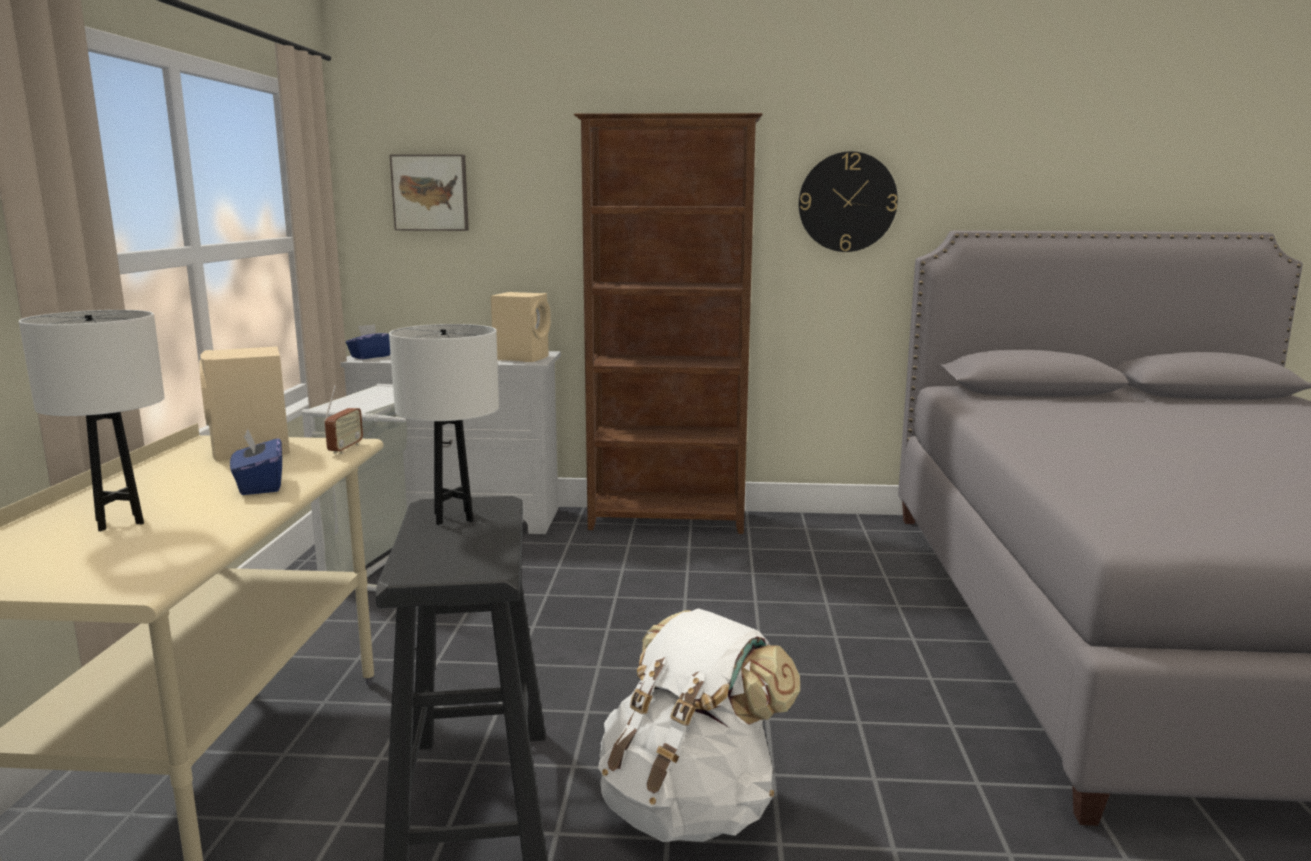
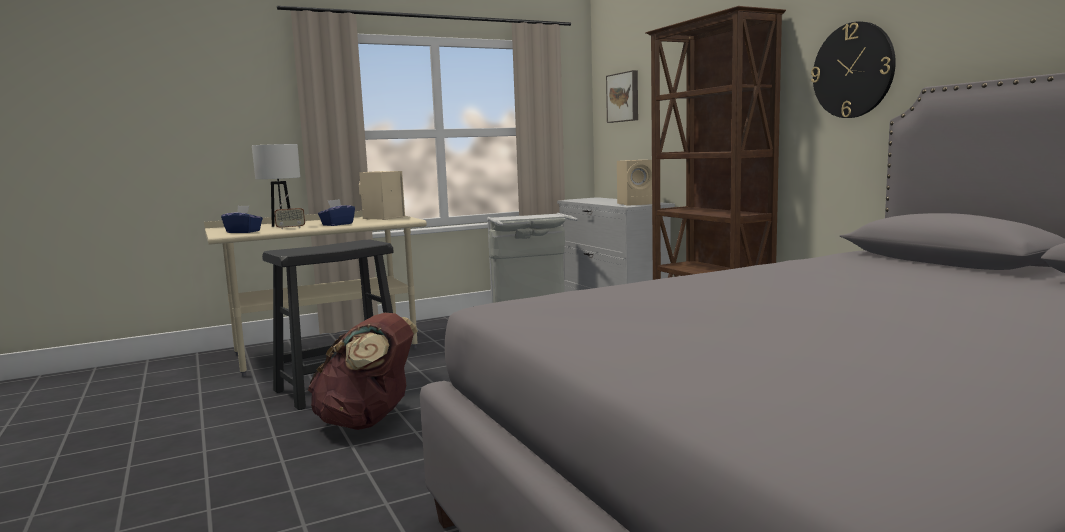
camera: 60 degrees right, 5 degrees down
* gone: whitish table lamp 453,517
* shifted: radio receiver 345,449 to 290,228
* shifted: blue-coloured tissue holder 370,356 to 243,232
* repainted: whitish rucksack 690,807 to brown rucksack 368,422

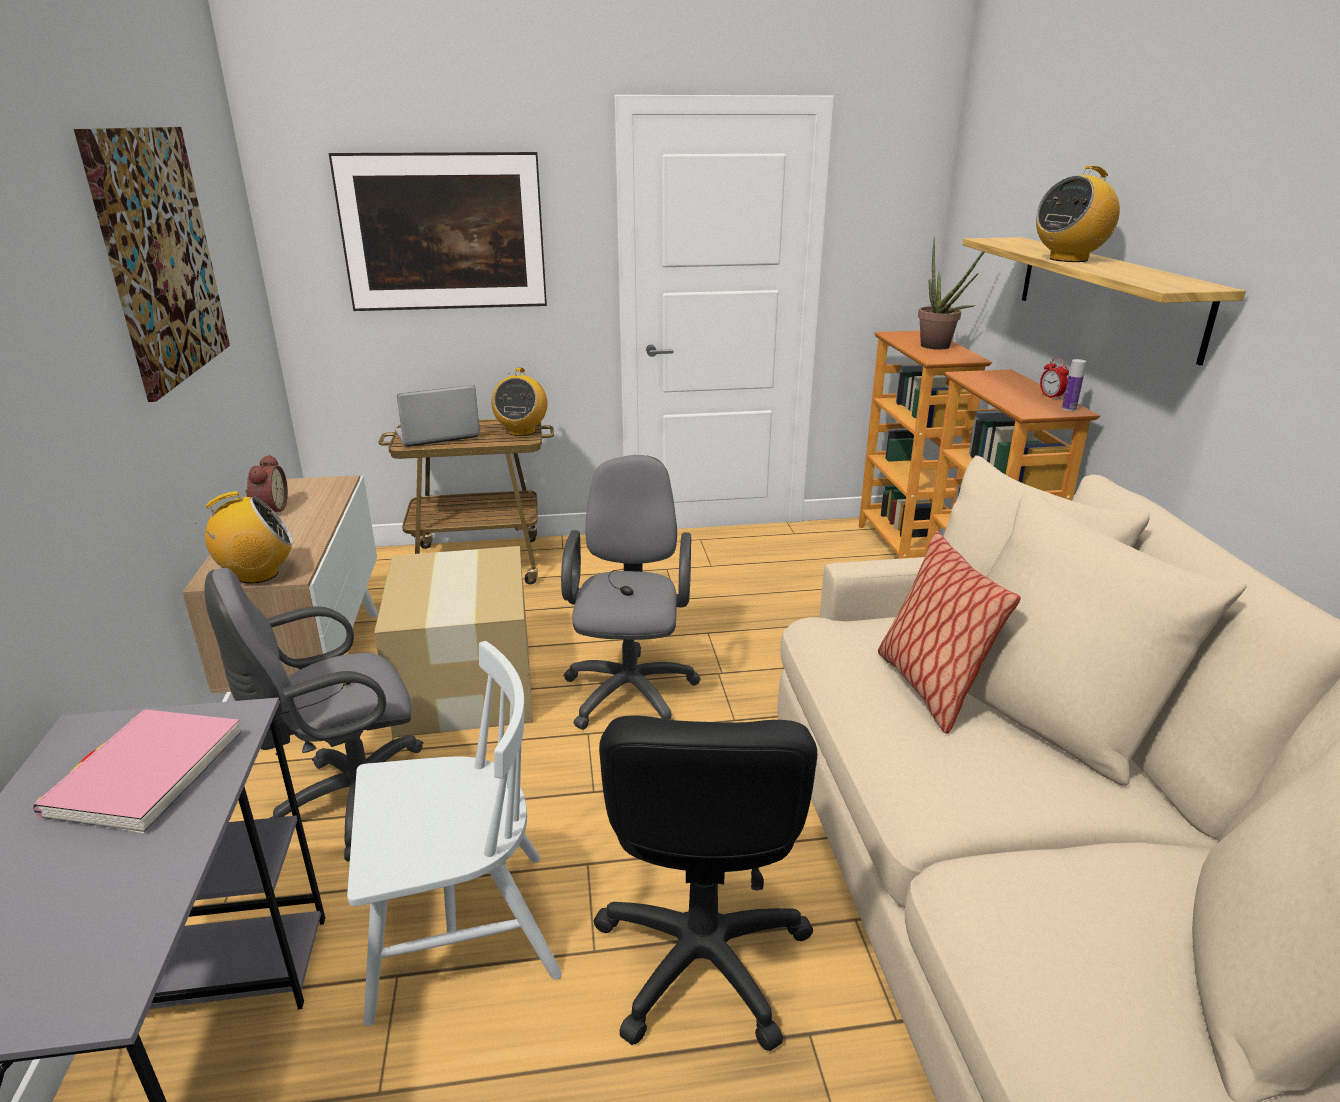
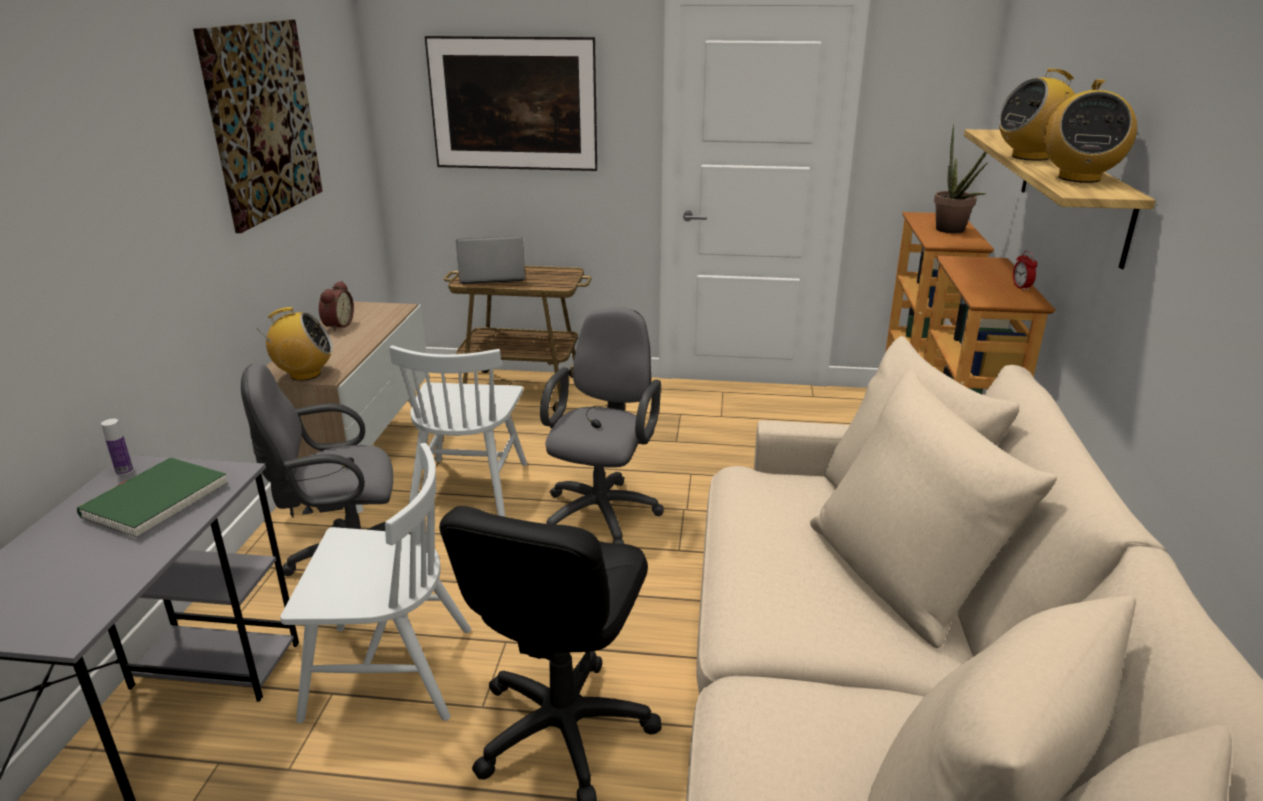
camera: 15 degrees right, 0 degrees up
* gone: pillow 929,687
* shifted: radio receiver 521,431 to 1078,178
* shifted: beverage bottle 1069,409 to 124,471
* swapped: carton 464,685 to whitish upright chair 469,488
* repainted: pink bound book 146,774 to greenish bound book 156,501

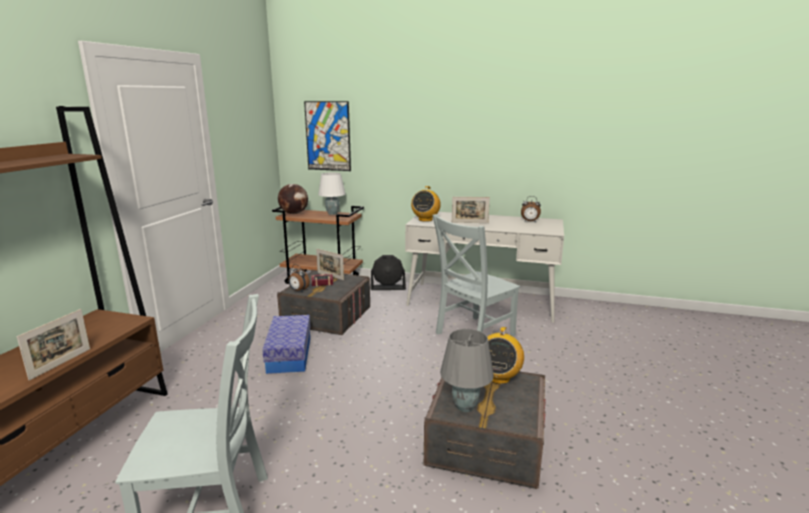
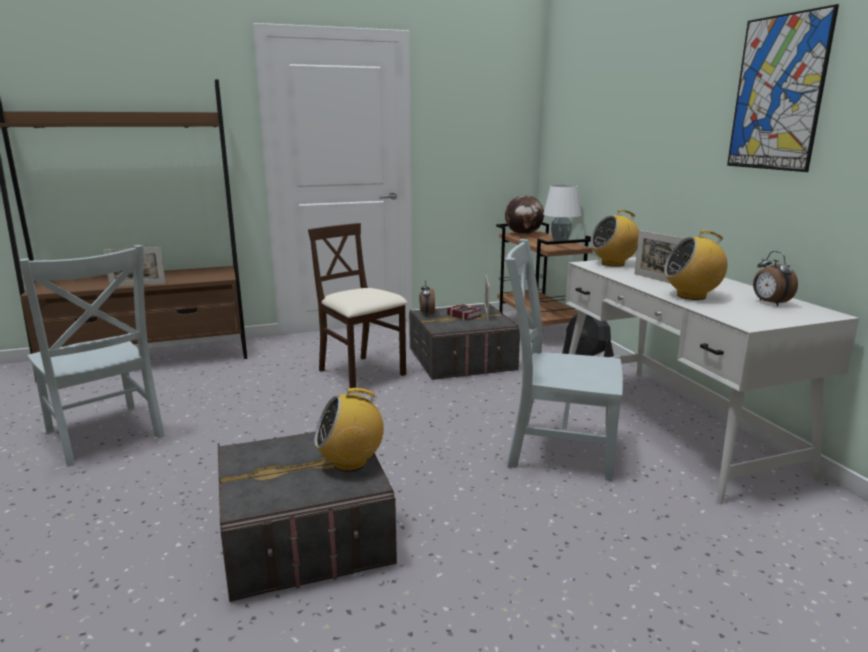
camera: 55 degrees right, 0 degrees up
* gone: grey table lamp 465,407
* new: radio receiver 691,296
* shifted: wall picture 328,136 to 778,93
* swapped: storage container 289,354 to beige upright chair 361,373

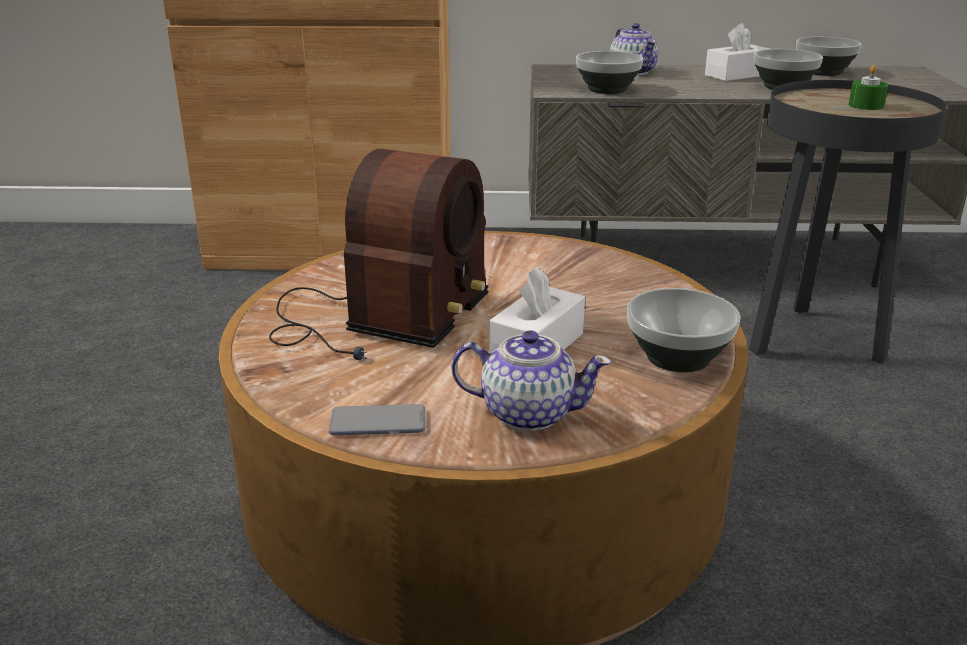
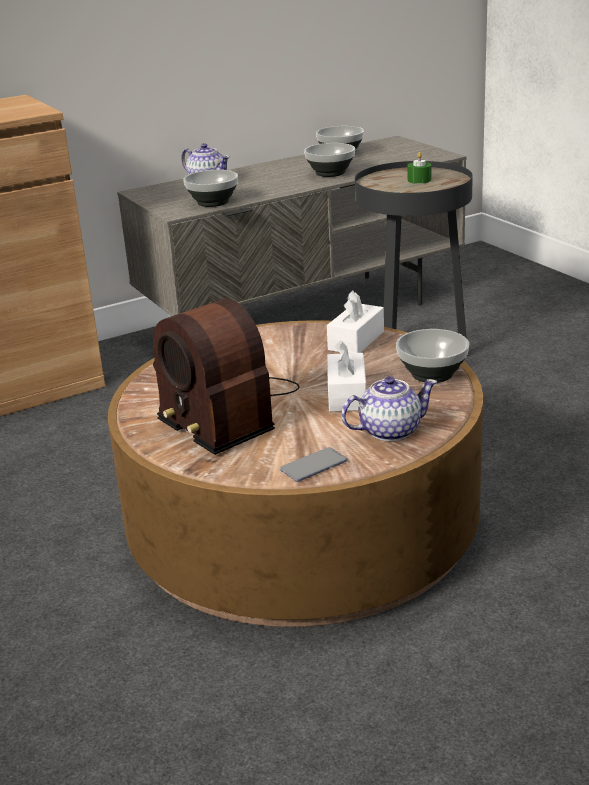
camera: 30 degrees left, 0 degrees up
* shifted: whitish tissue holder 736,75 to 356,341
* rotated: radio receiver 379,319 = 226,412 150 degrees clockwise

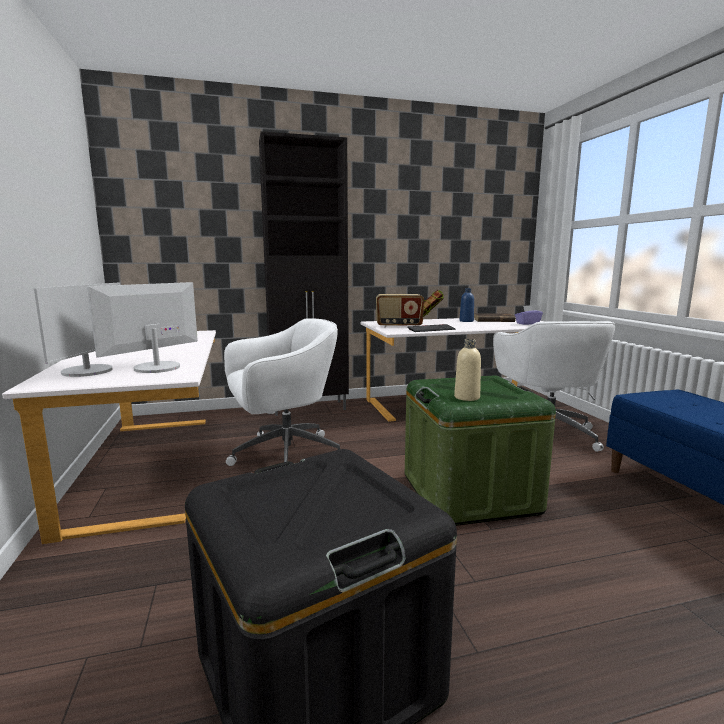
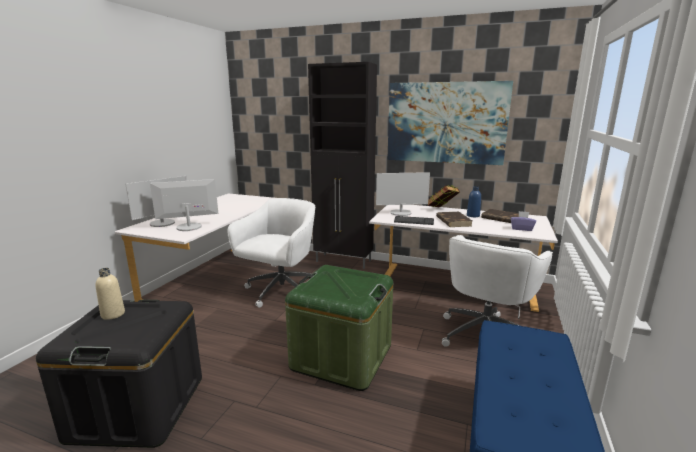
camera: 35 degrees right, 5 degrees up
* new: wall picture 445,123
* new: brown bound book 453,221
* shifted: beige beverage bottle 467,397 to 113,314
* swapped: radio receiver 399,326 to computer display 401,213
* rotated: whitish computer chair 283,455 = 280,291 75 degrees counterclockwise

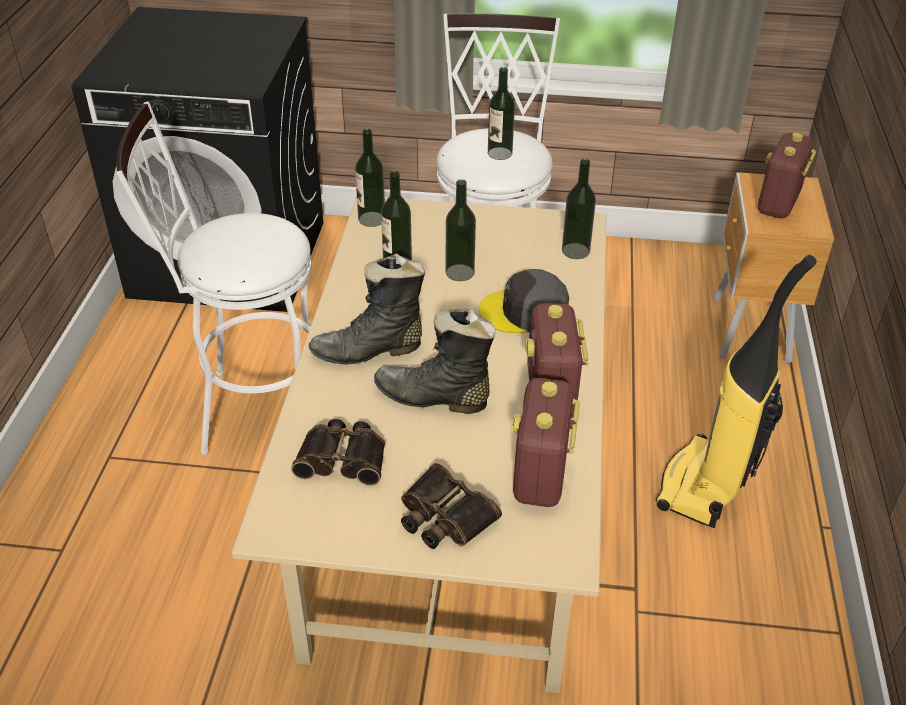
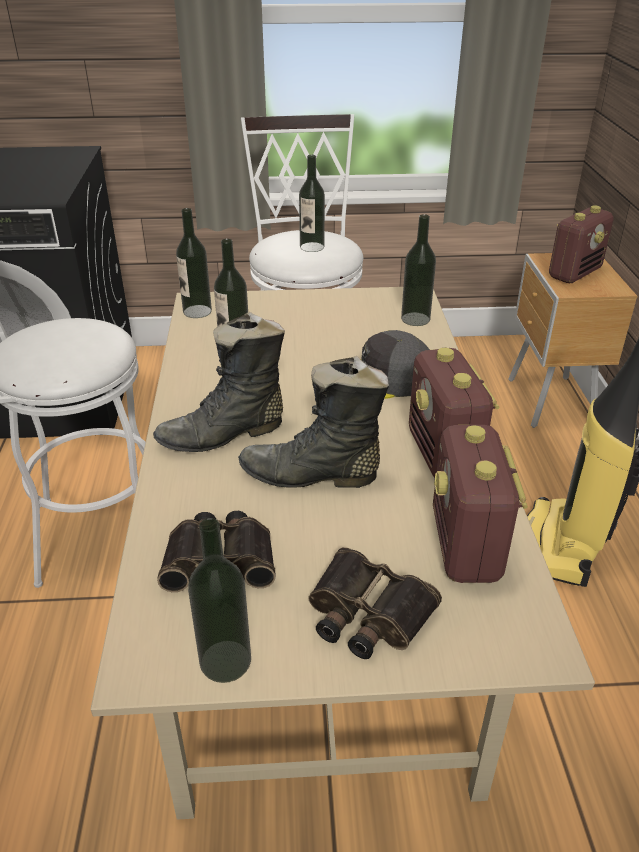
camera: 10 degrees left, 5 degrees down
* shifted: beverage bottle 460,272 to 225,661
* rotated: radio receiver 778,203 = 574,273 150 degrees counterclockwise

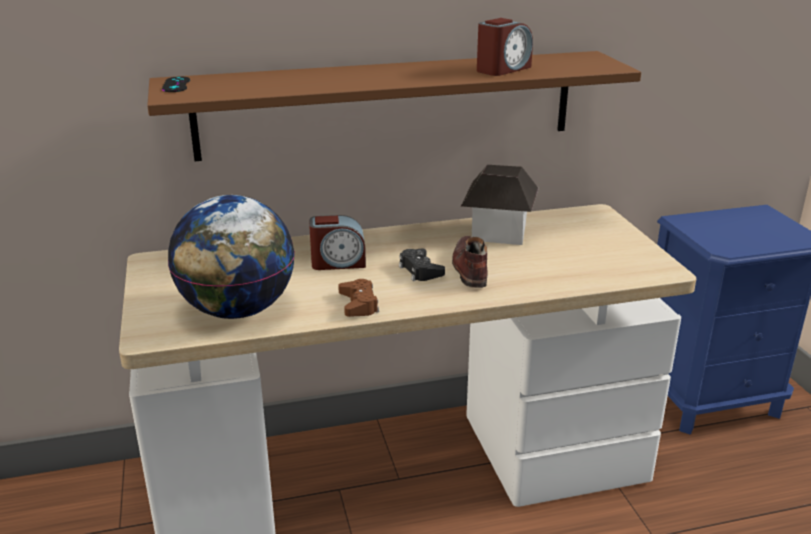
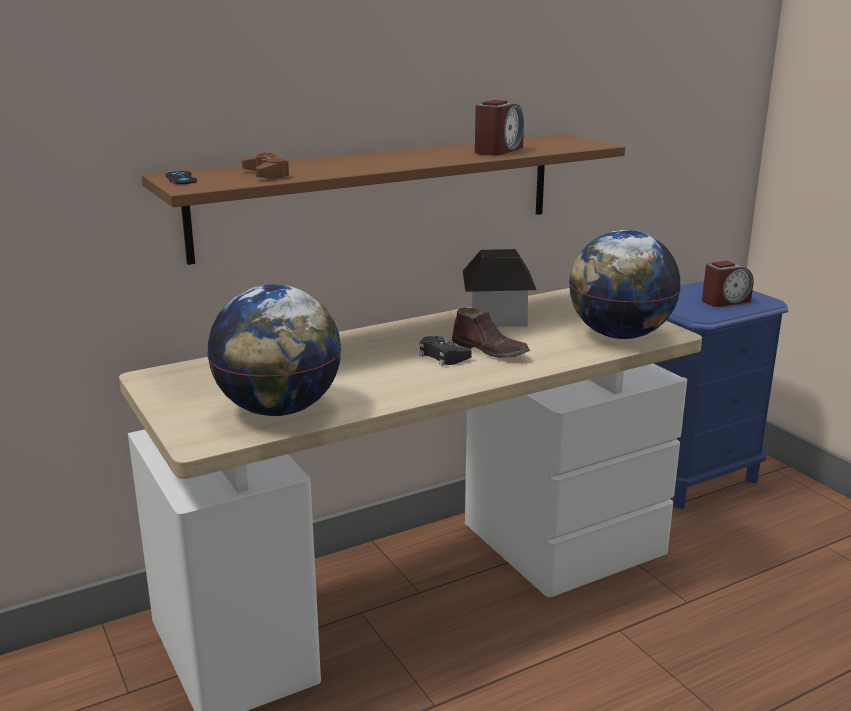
camera: 15 degrees left, 5 degrees down
* new: world globe 619,335
* shifted: bedside clock 338,263 to 725,301
* shifted: brown game controller 359,304 to 267,174
* rotated: brown low shoe 469,269 = 490,350 150 degrees clockwise

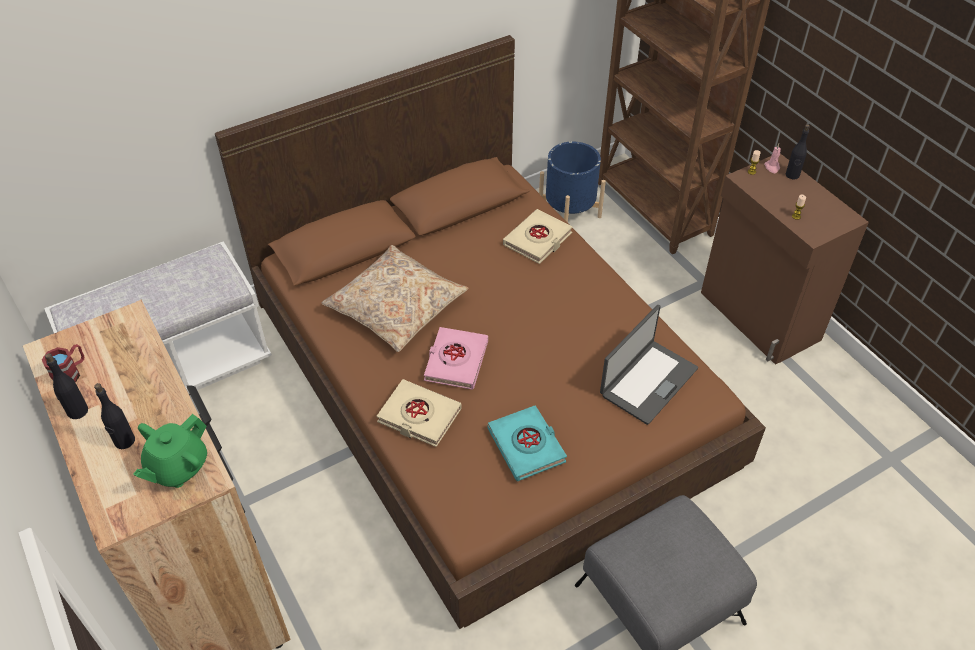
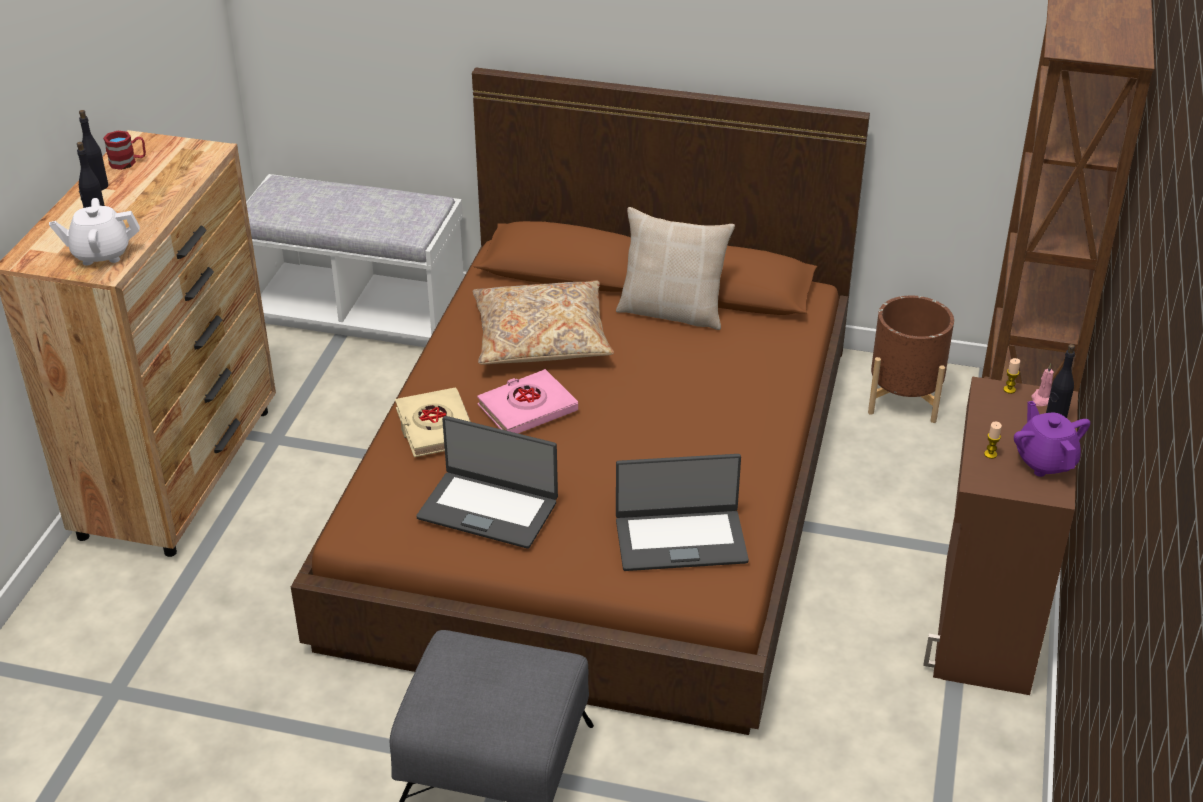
camera: 45 degrees right, 10 degrees down
* gone: beige bound book 538,240
* new: beige pillow 672,311
* new: purple-coloured tea pot 1045,461
* swapped: turquoise bound book 527,446 to portable computer 488,509
* repainted: greenish tea pot 178,467 to whitish tea pot 101,254
* repainted: blue-coloured planter 569,212 to brown planter 904,398

